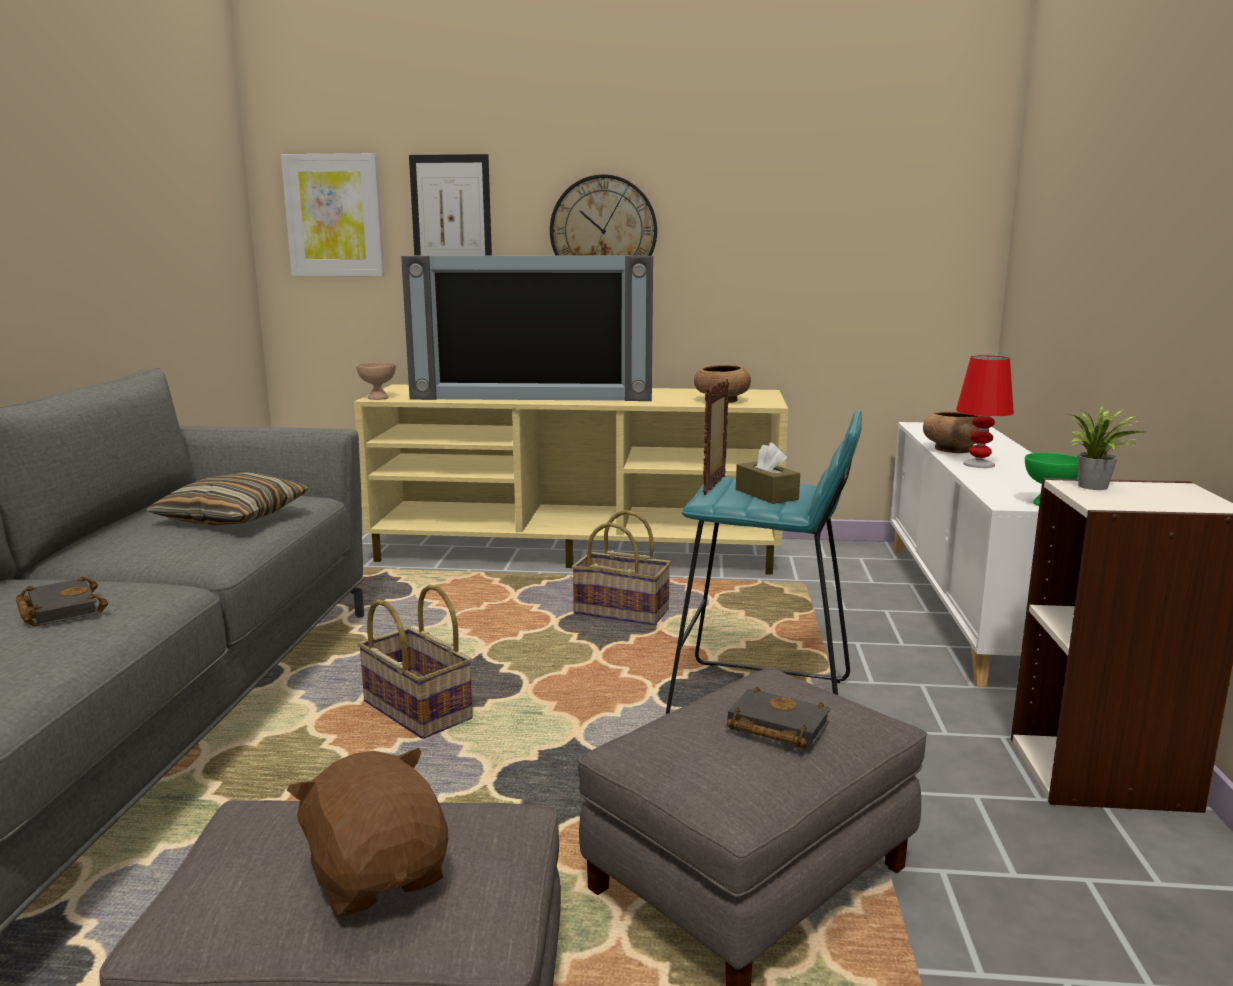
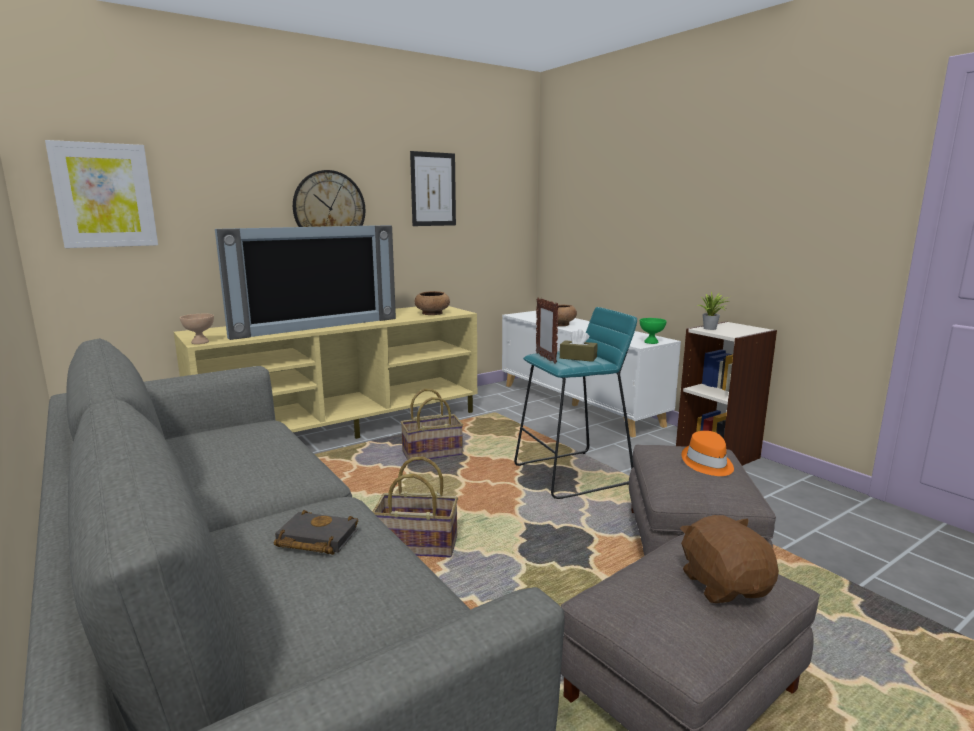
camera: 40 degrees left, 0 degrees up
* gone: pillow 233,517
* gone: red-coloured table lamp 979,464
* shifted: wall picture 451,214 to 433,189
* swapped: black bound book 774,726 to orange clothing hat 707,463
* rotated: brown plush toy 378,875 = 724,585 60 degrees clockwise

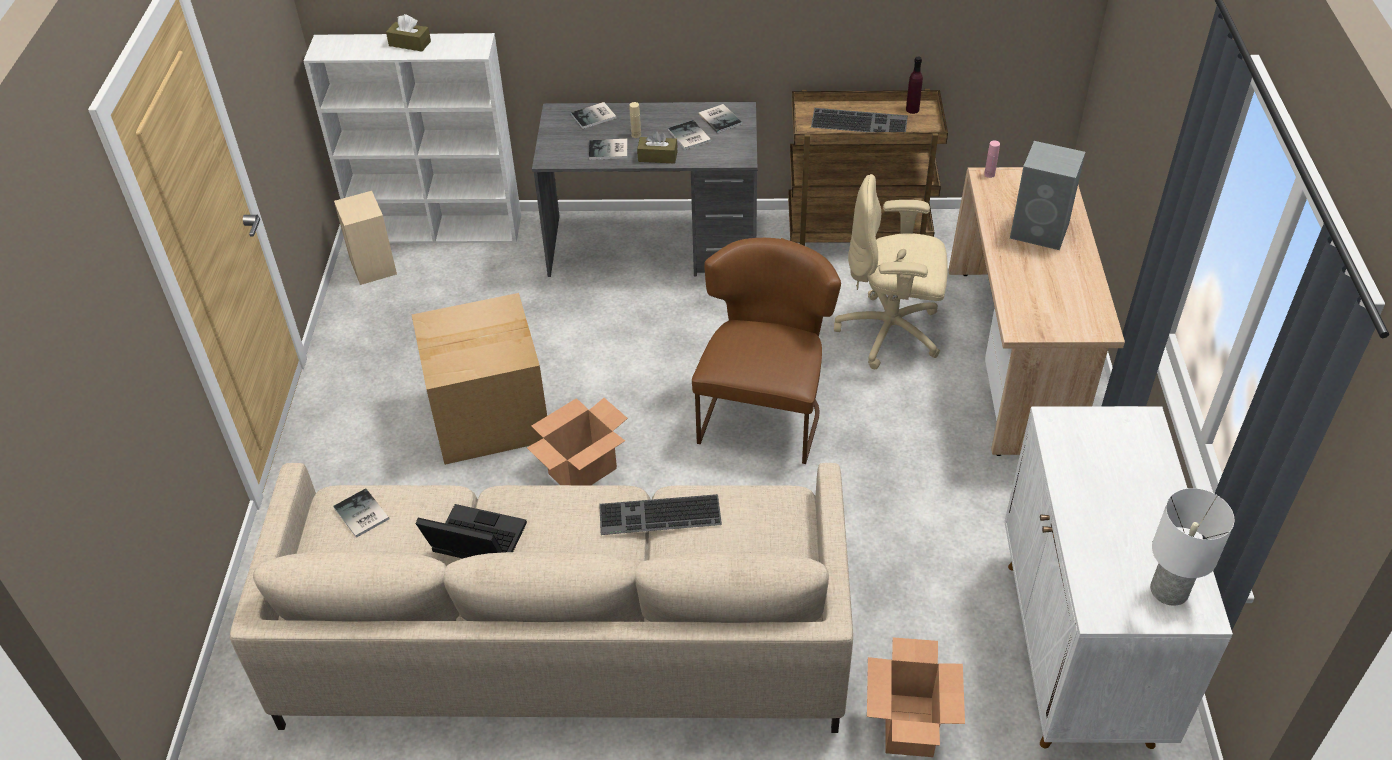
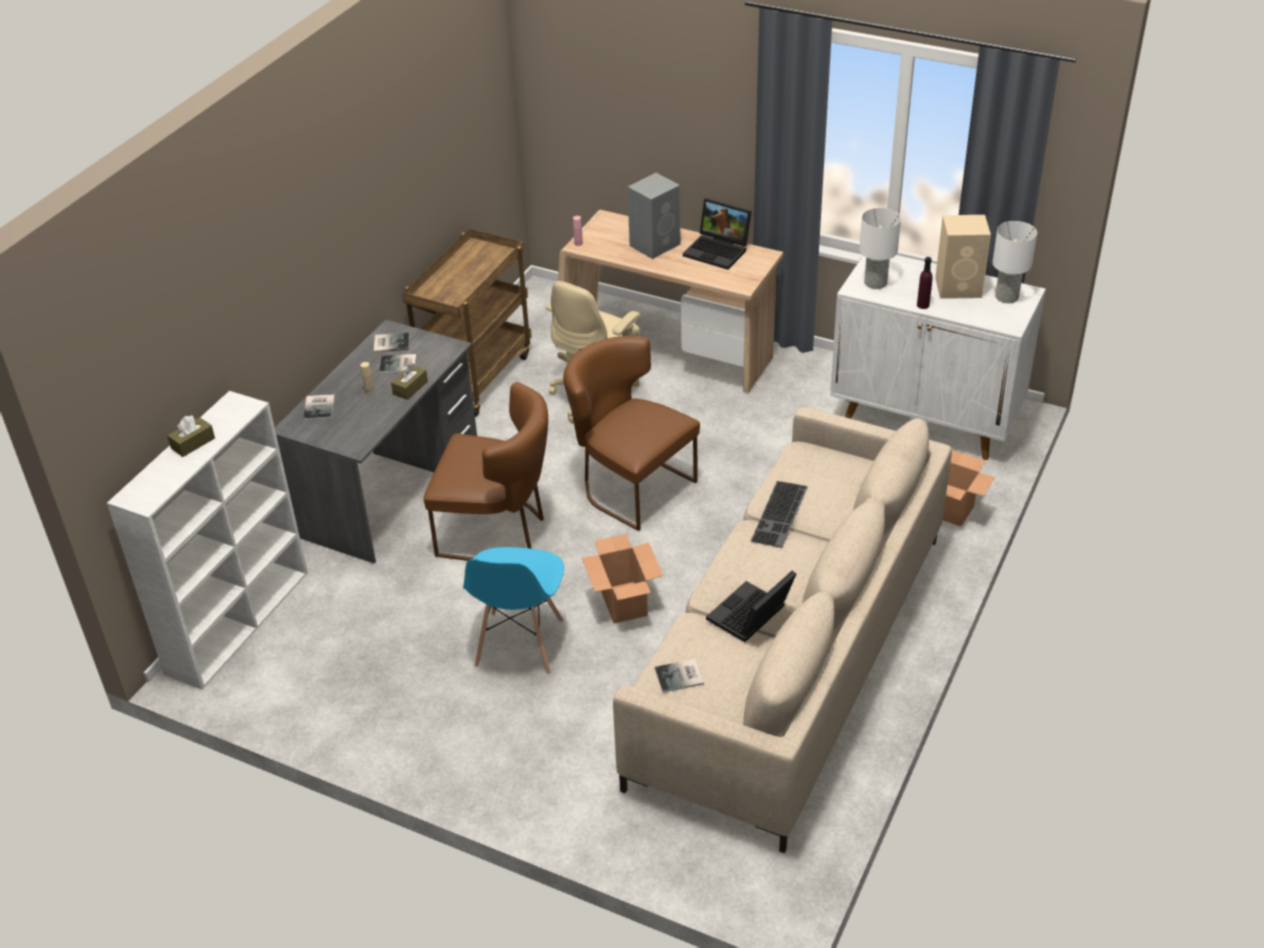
camera: 65 degrees left, 5 degrees down
* gone: bound book 609,150
* gone: computer keyboard 860,121
* new: brown upright chair 498,530
* new: portable computer 719,251
* new: whitish table lamp 876,283
* shifted: beige loudspeaker 373,267 to 959,287
* shifted: purple-coloured beverage bottle 912,109 to 923,305
* swapped: carton 489,415 to blue-coloured upright chair 519,644

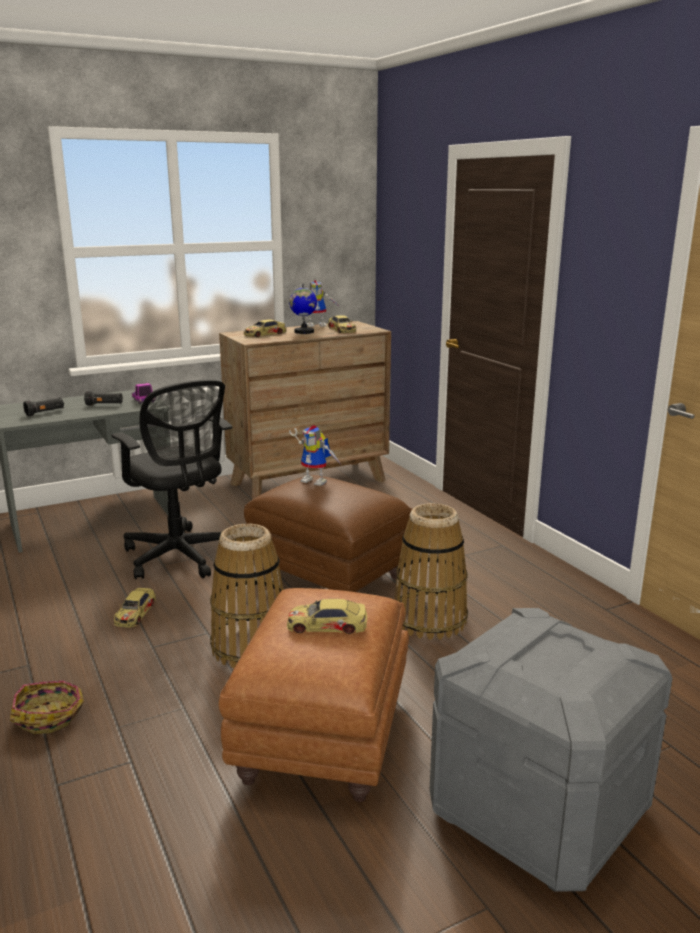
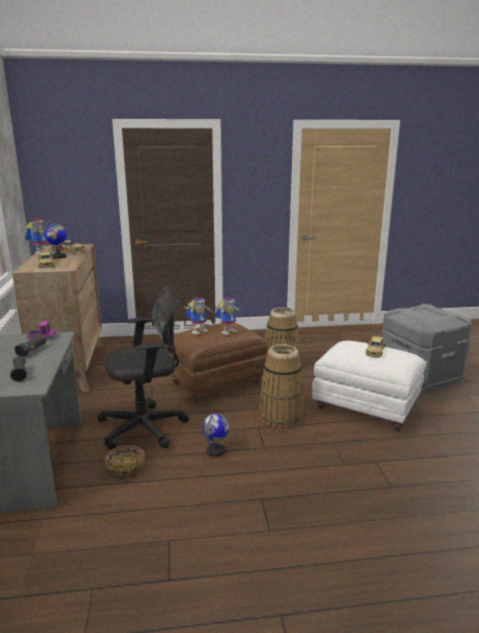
camera: 70 degrees left, 0 degrees up
* new: toy robot 228,331
* shifted: household basket 50,716 to 125,465
* swapped: model car 135,612 to world globe 216,451
* repainted: brown ottoman 324,736 to whitish ottoman 367,408

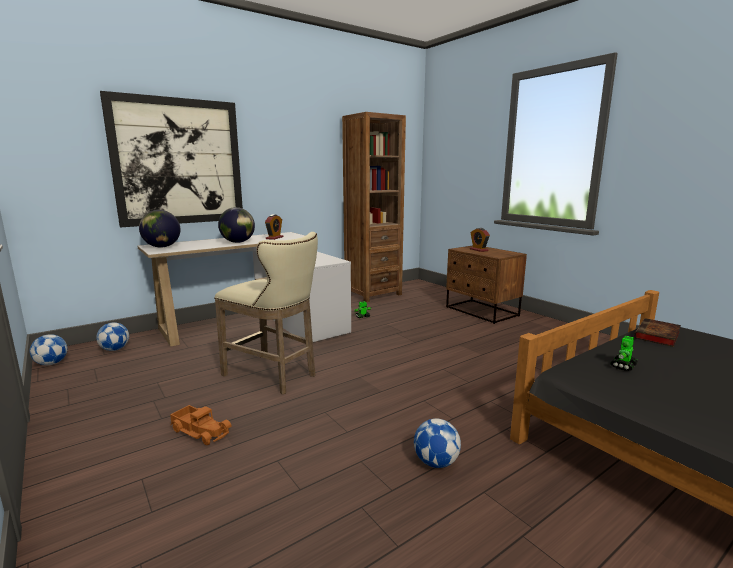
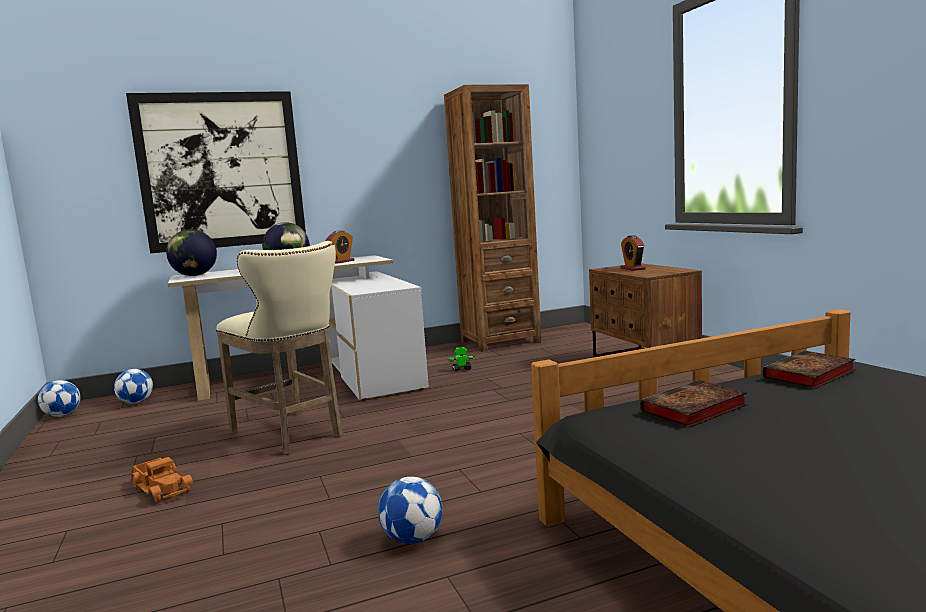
camera: 15 degrees right, 5 degrees down
* swapped: toy robot 623,366 to bound book 693,410

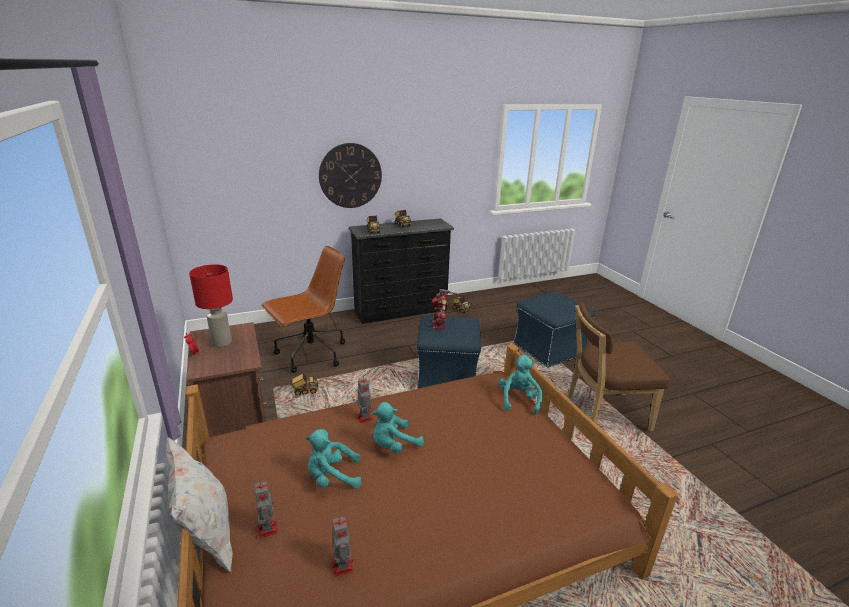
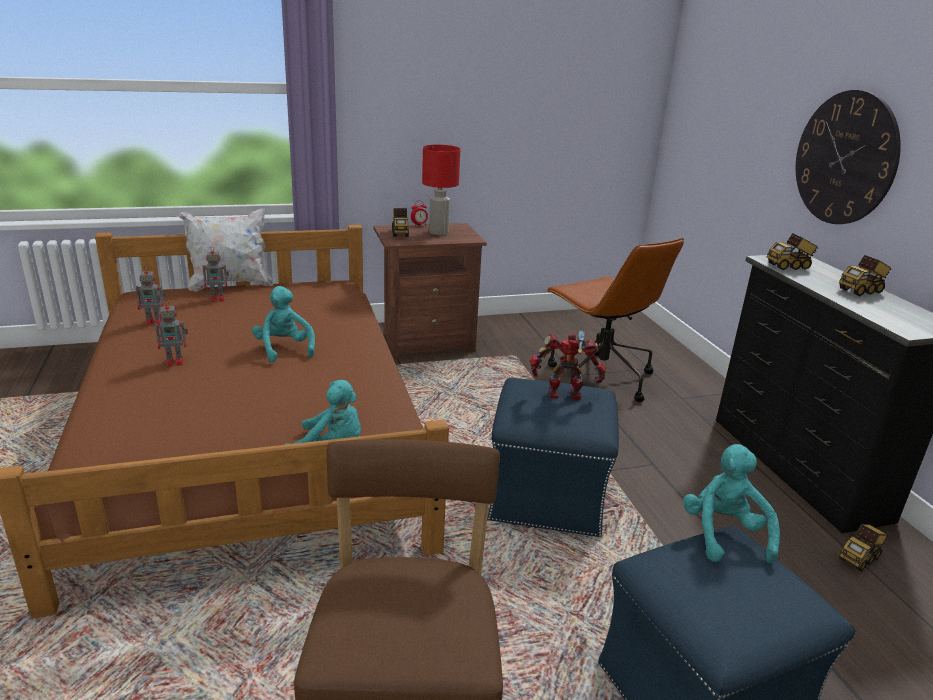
camera: 95 degrees right, 0 degrees up
* shifted: model truck 305,391 to 400,233
* shifted: turquoise plush toy 332,477 to 723,534
* shifted: toy robot 364,417 to 176,361

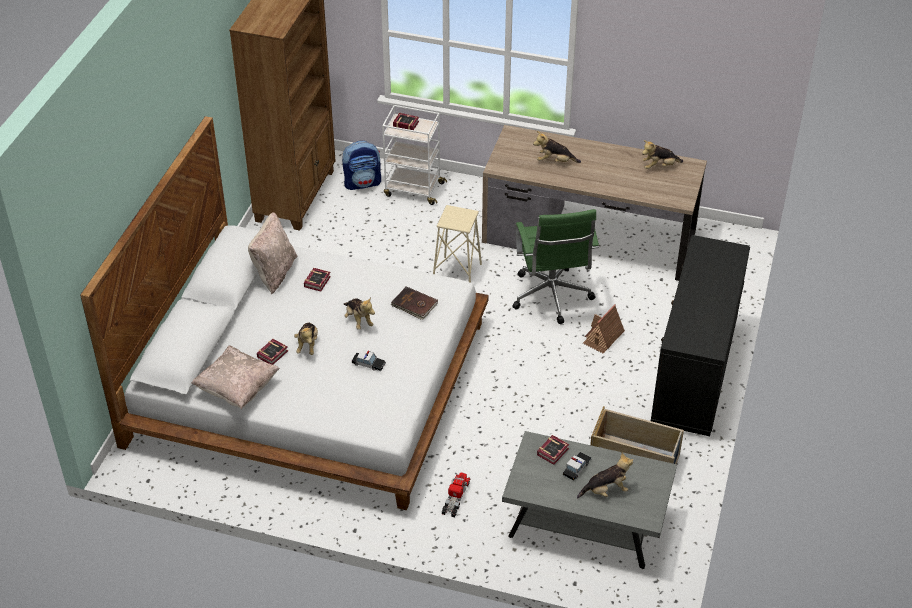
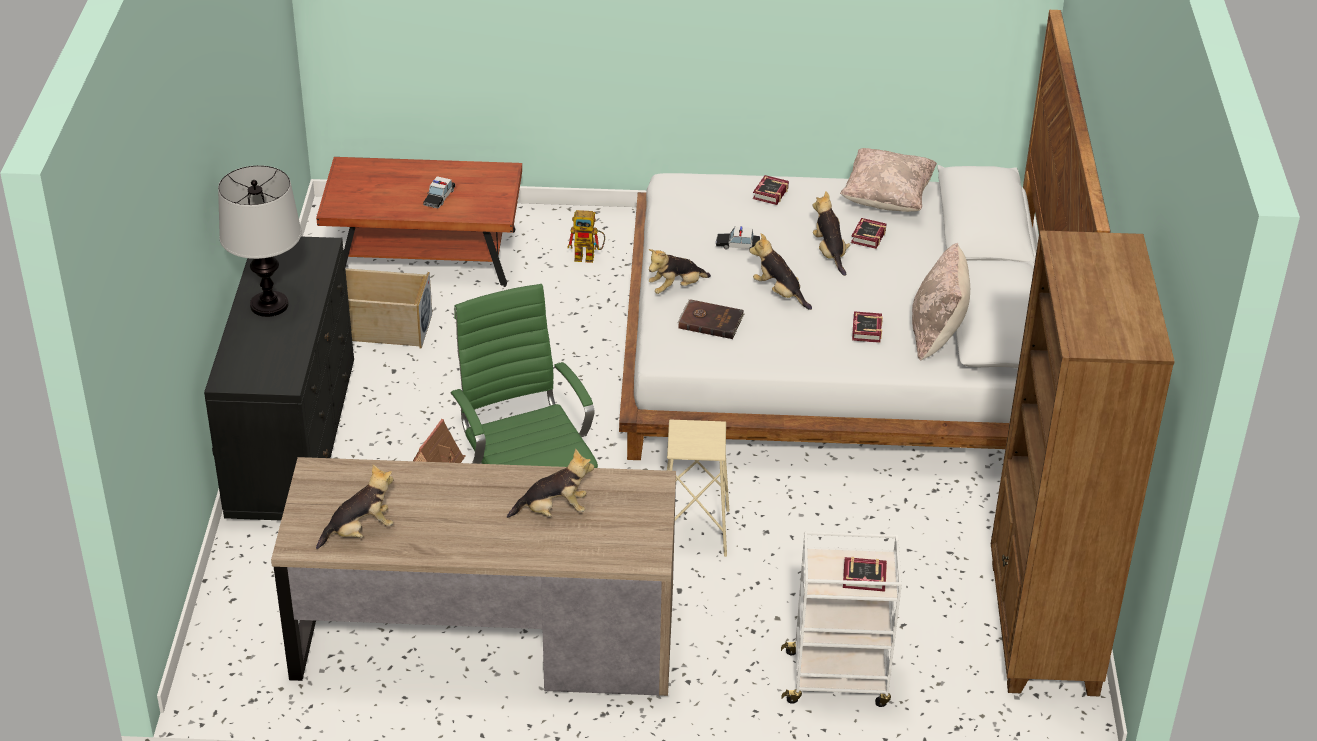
camera: 165 degrees right, 5 degrees down
* gone: rucksack 362,183
* new: table lamp 269,305
* shifted: bound book 554,451 to 769,194
* shifted: plush toy 606,490 to 676,288
* swapped: model truck 456,498 to toy robot 589,257
* repainted: grey low table 585,522 to brown low table 426,256

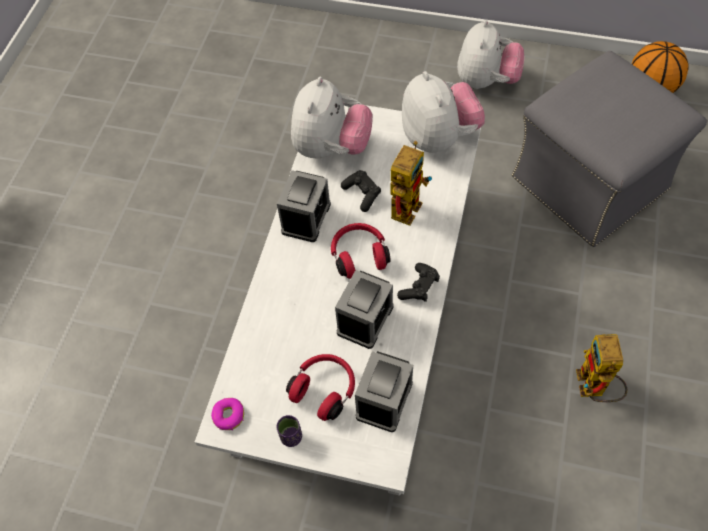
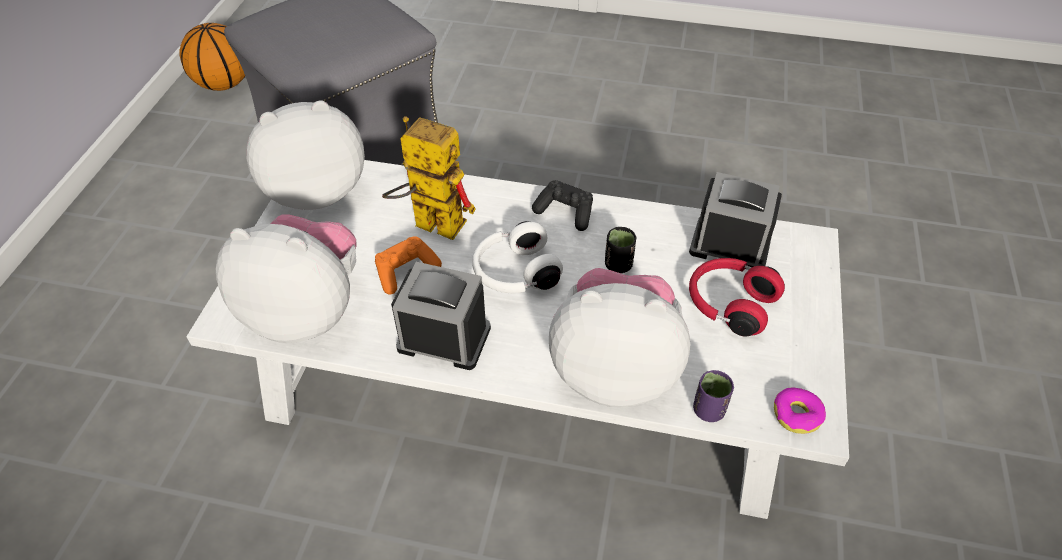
camera: 95 degrees left, 10 degrees down
* gone: toy robot 594,389
* shifted: purple-coloured drinking cup 291,437 to 708,410
* shifted: plush toy 486,81 to 614,369
* swapped: bedside clock 365,319 to black drinking cup 618,265
* repainted: red-coloured pair of headphones 359,255 to whitish pair of headphones 514,273
* repainted: black game controller 362,194 to orange game controller 406,271

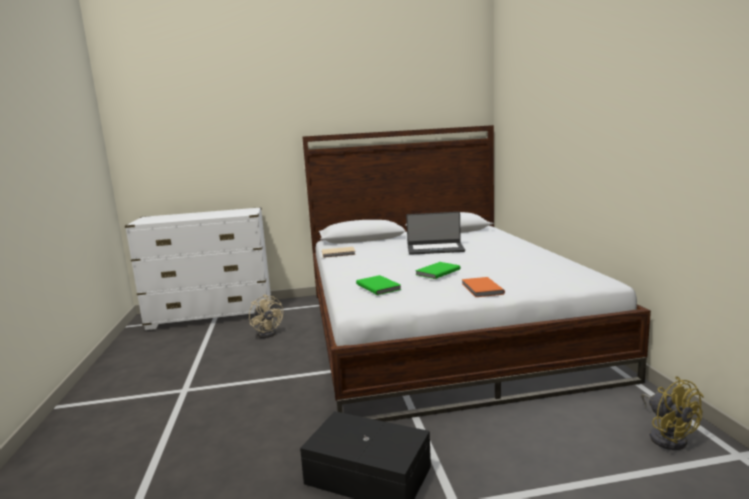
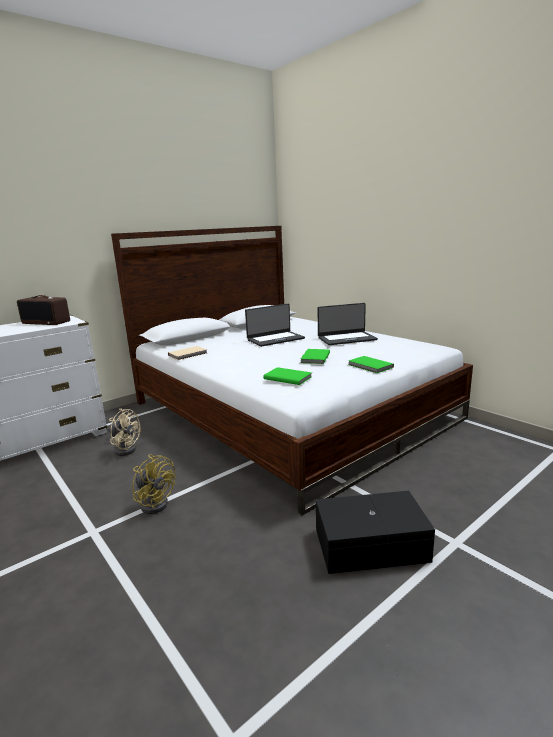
camera: 30 degrees left, 5 degrees up
* new: radio receiver 47,322
* new: portable computer 346,338
* shifted: yellowish fan 667,436 to 155,502
* repainted: orange bound book 481,289 to greenish bound book 370,366

